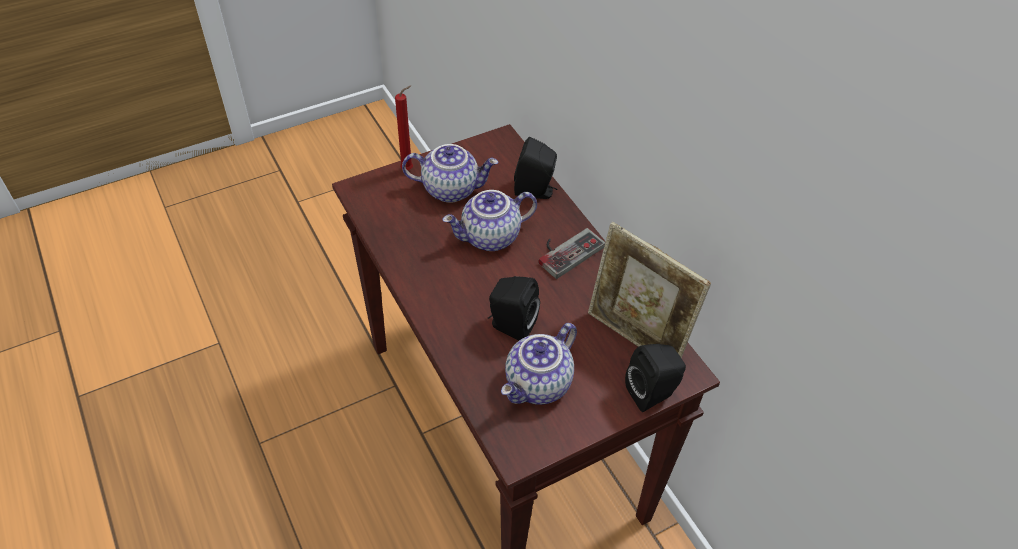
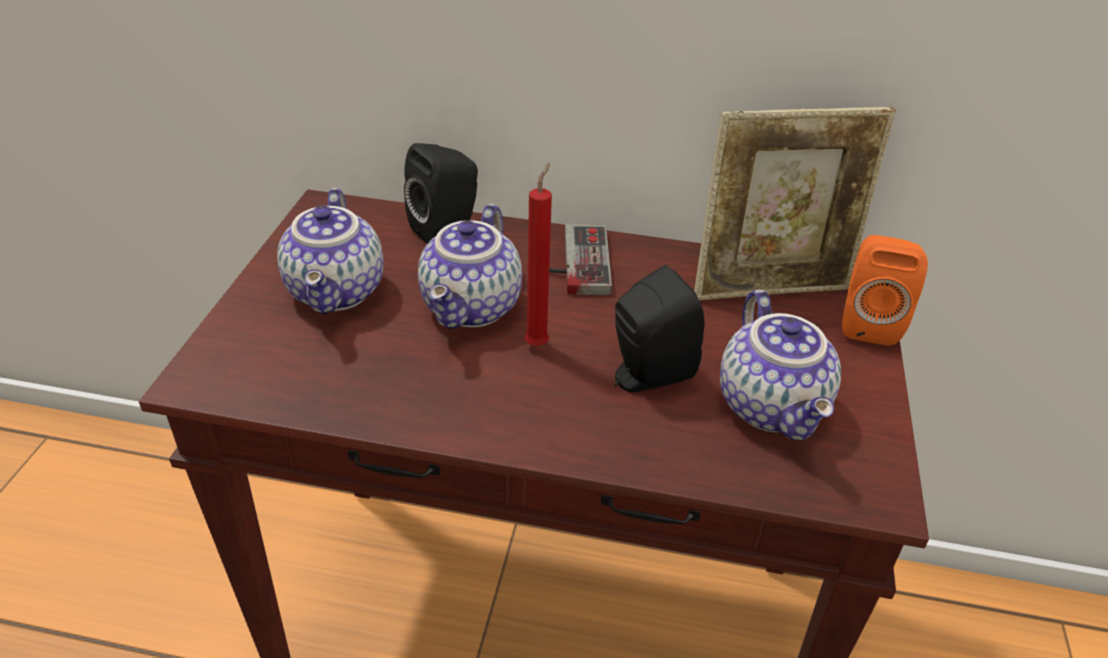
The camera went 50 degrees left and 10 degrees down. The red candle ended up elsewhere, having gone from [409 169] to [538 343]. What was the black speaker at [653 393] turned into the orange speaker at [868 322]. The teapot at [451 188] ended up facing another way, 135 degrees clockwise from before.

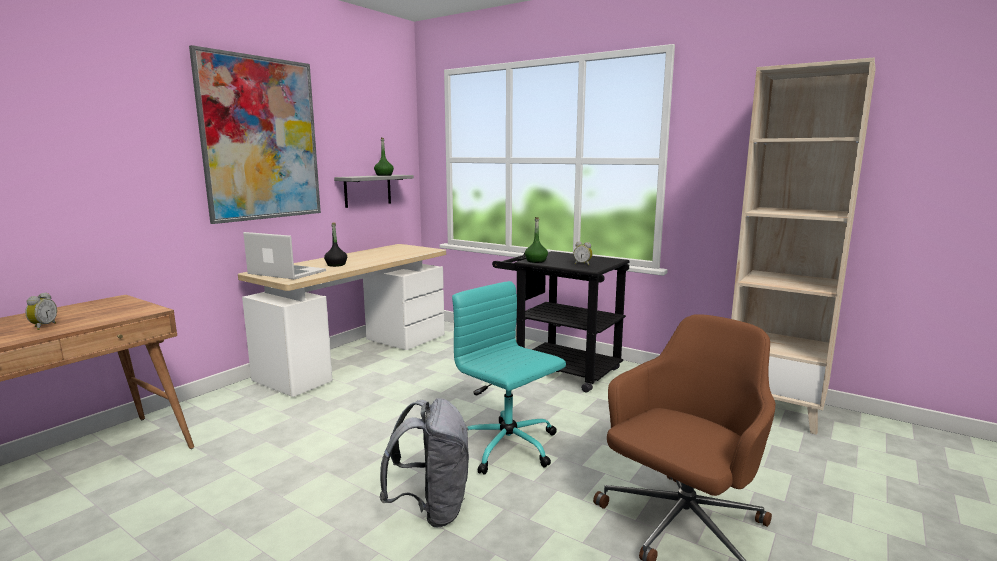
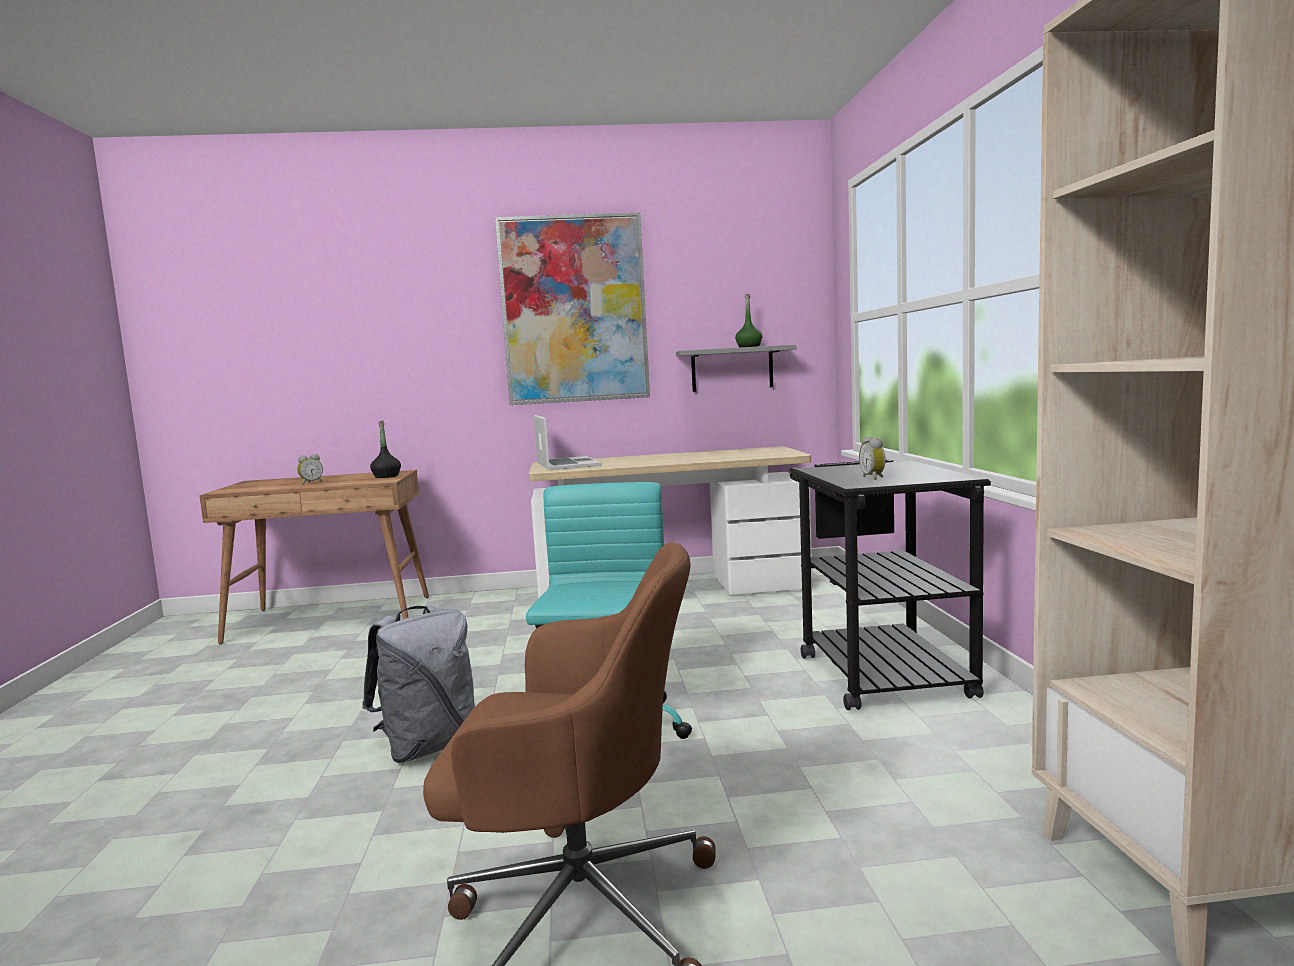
The camera went 50 degrees right and 5 degrees down. The second view lost the green bottle at [536 261]. The black bottle ended up elsewhere, having gone from [336 265] to [386 476].

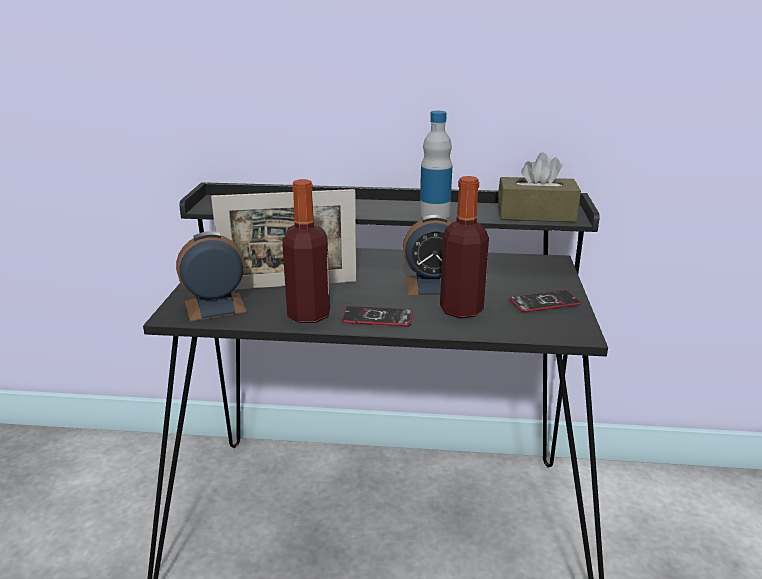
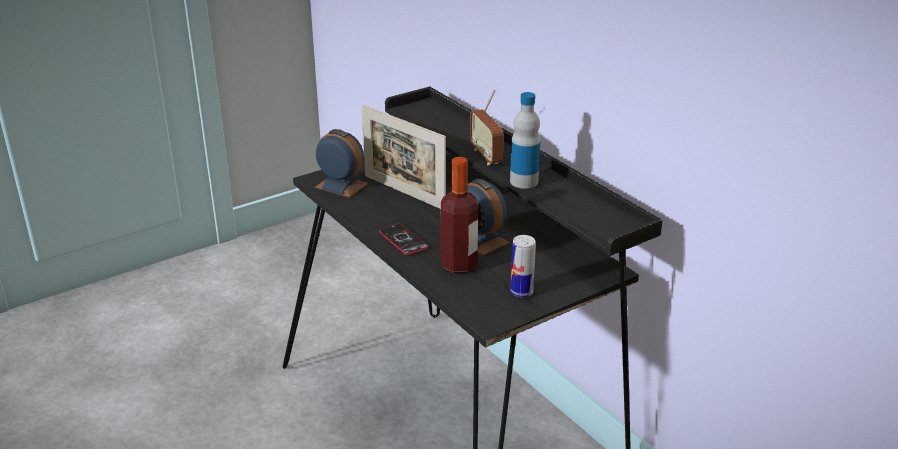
The camera went 50 degrees right and 5 degrees up. The second view lost the bottle at [309 315]. The second view lost the brown tissue box at [536 214]. The second view gained the radio at [486 156]. Where the phone stood at [544 302], the can came to stand at [521 292].

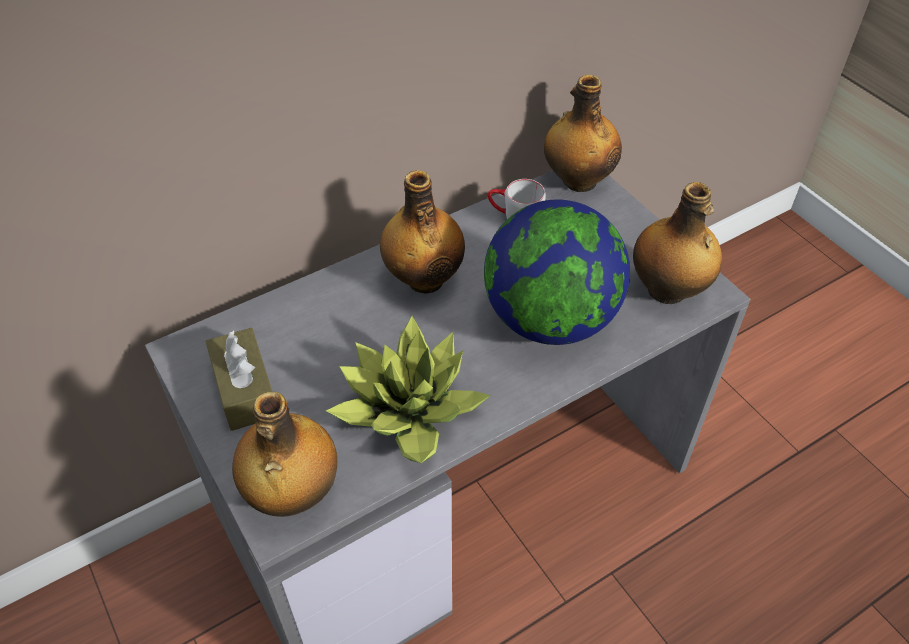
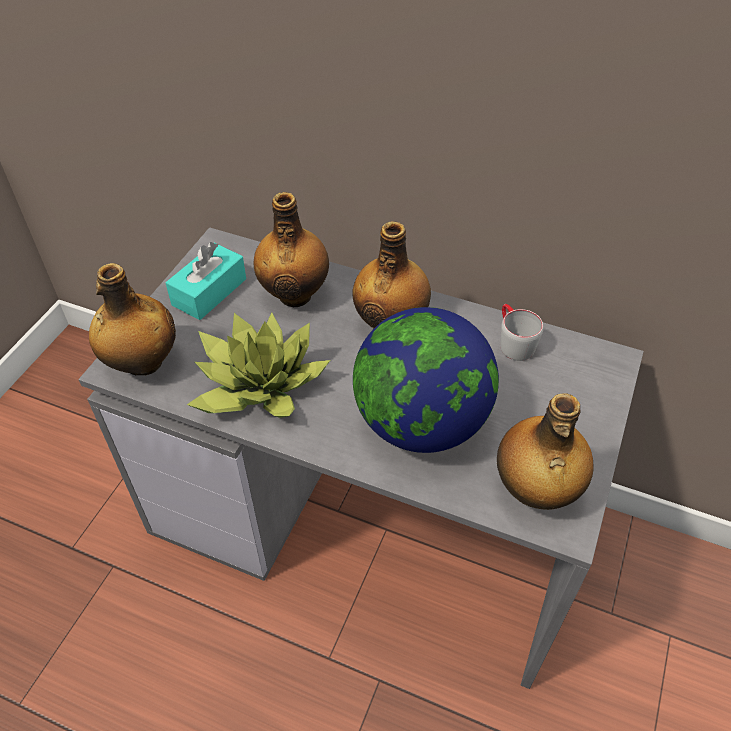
The camera went 55 degrees right and 0 degrees up. The bottle ended up elsewhere, having gone from [577 180] to [295 294]. What was the brown tissue box at [245 389] turned into the turquoise tissue box at [209 292].

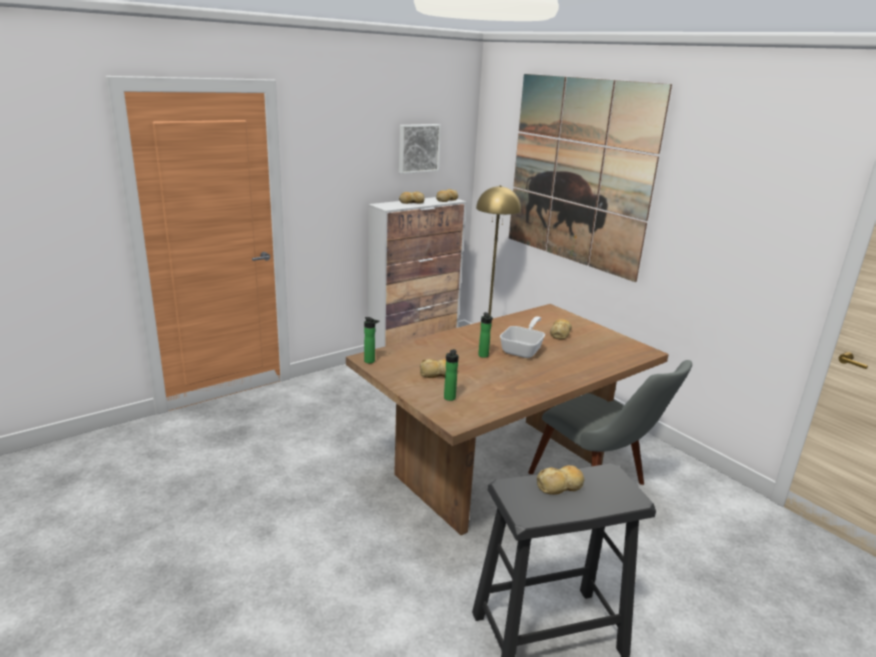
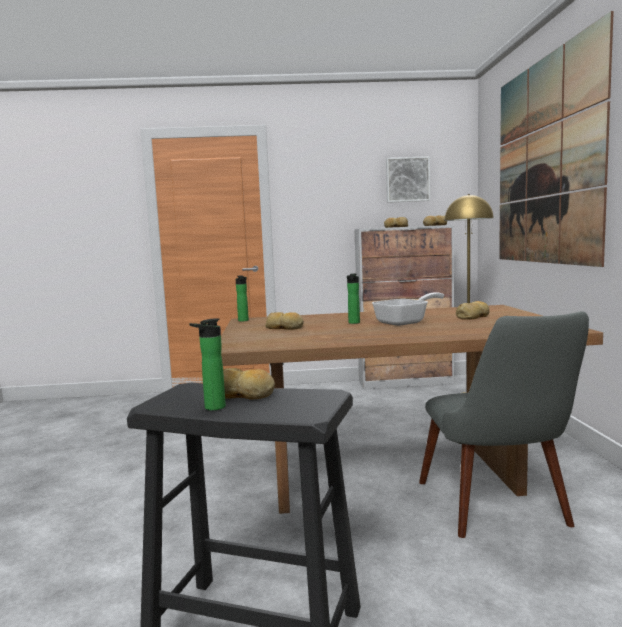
The camera went 35 degrees right and 15 degrees down. The bottle ended up elsewhere, having gone from [449 399] to [212 408].

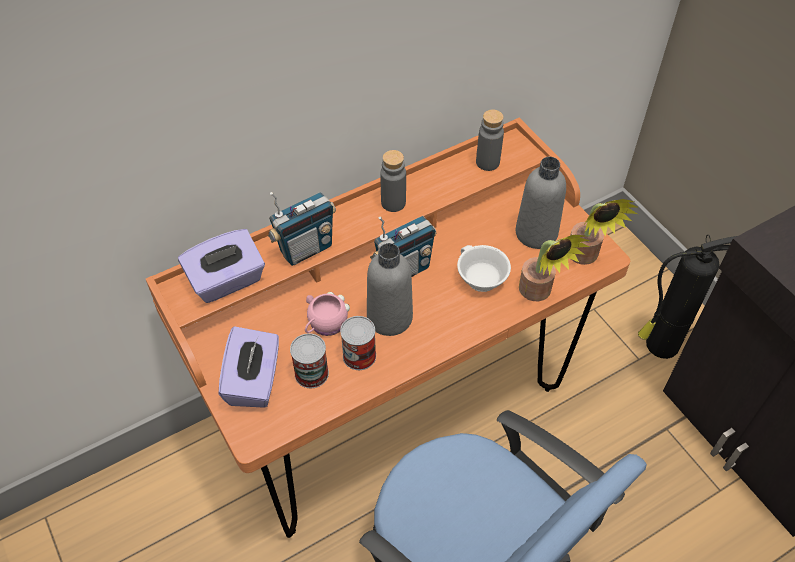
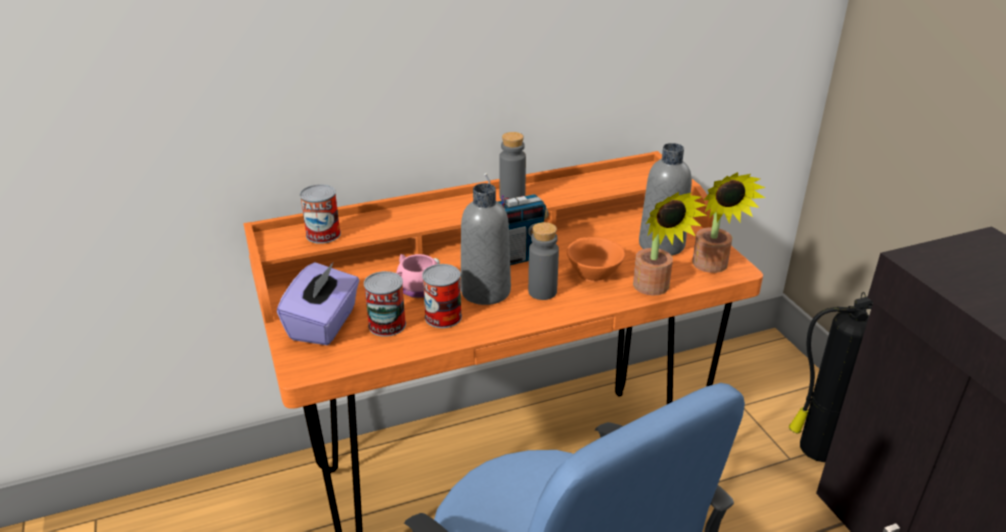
The camera went 10 degrees right and 20 degrees down. The second view lost the radio at [305 249]. The grey bottle ended up elsewhere, having gone from [487 162] to [542 292]. Where the purple tissue box stood at [227 281], the can came to stand at [323 234]. What was the white cup at [479 279] turned into the orange cup at [591 272].

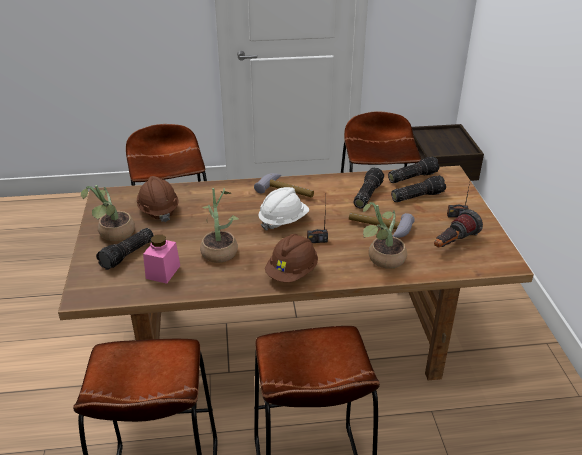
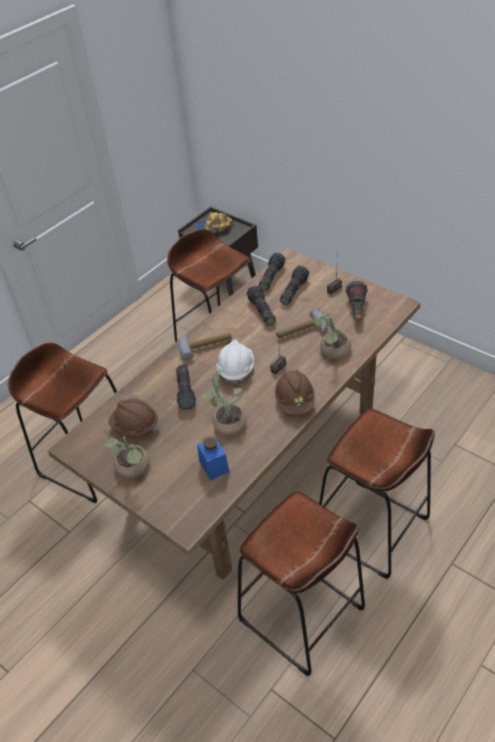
The camera went 40 degrees left and 10 degrees up. The second view gained the cap at [214 227]. The flashlight ended up elsewhere, having gone from [128 255] to [186 391]. What was the pink jar at [163 272] turned into the blue jar at [214 466].

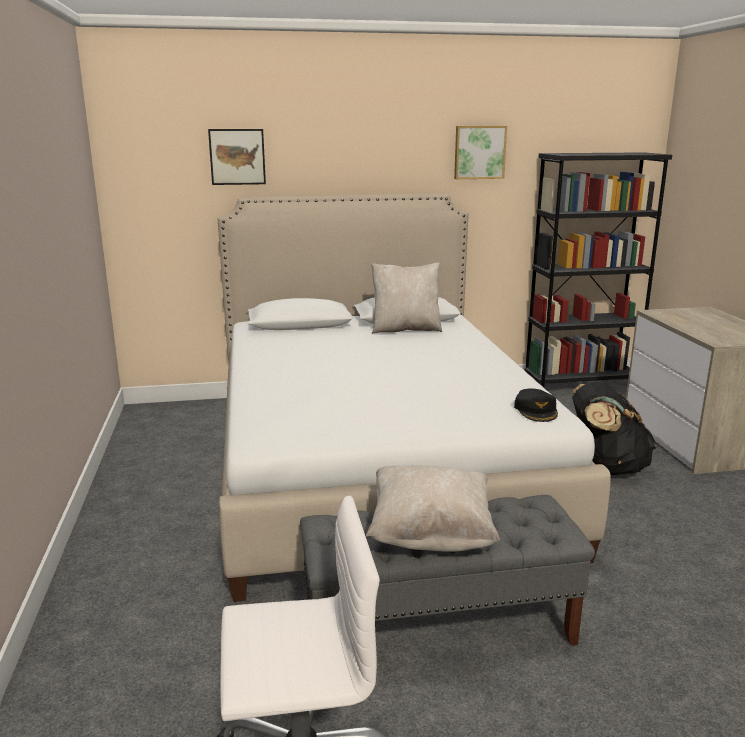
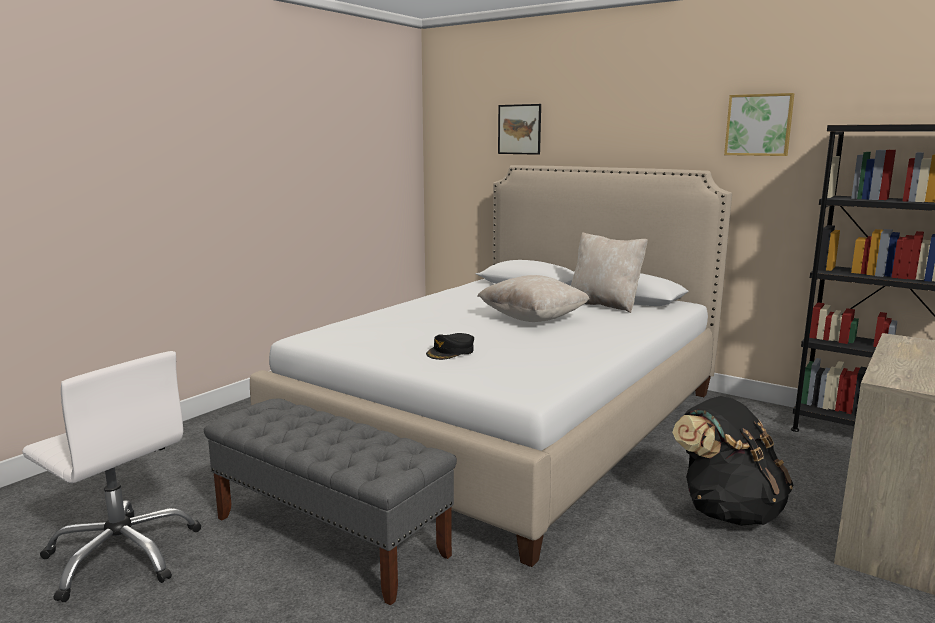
The camera went 45 degrees right and 5 degrees down. The beige pillow ended up elsewhere, having gone from [431 535] to [533 319]. The black cap ended up elsewhere, having gone from [536 410] to [451 352].

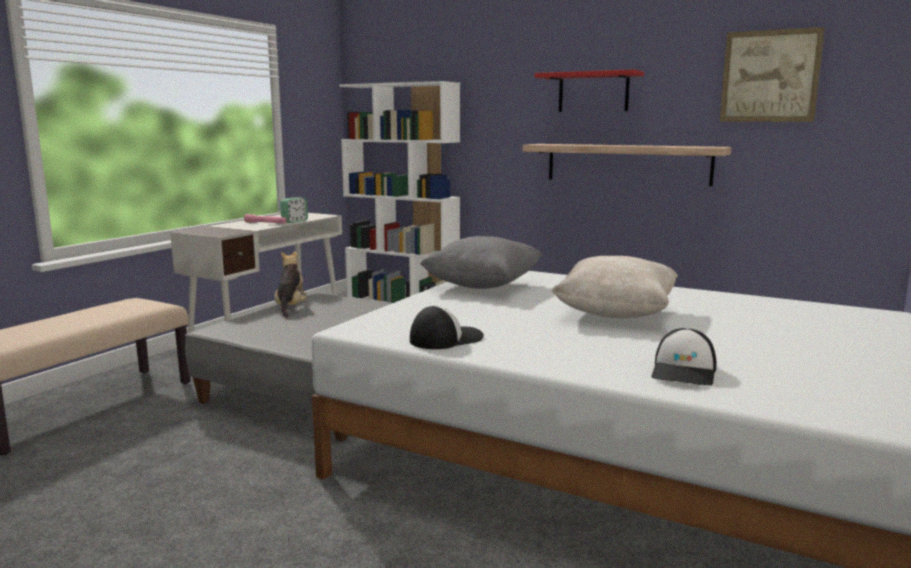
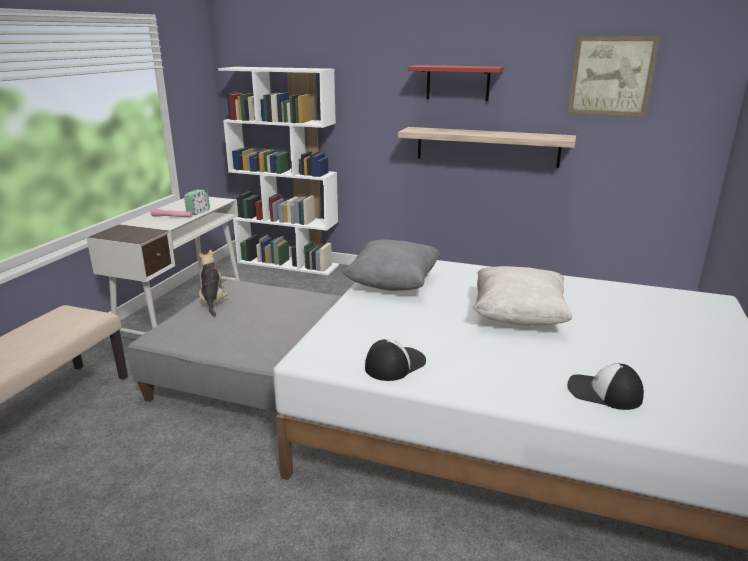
The camera went 10 degrees left and 10 degrees up. The cap at [684 372] ended up facing another way, 105 degrees clockwise from before.

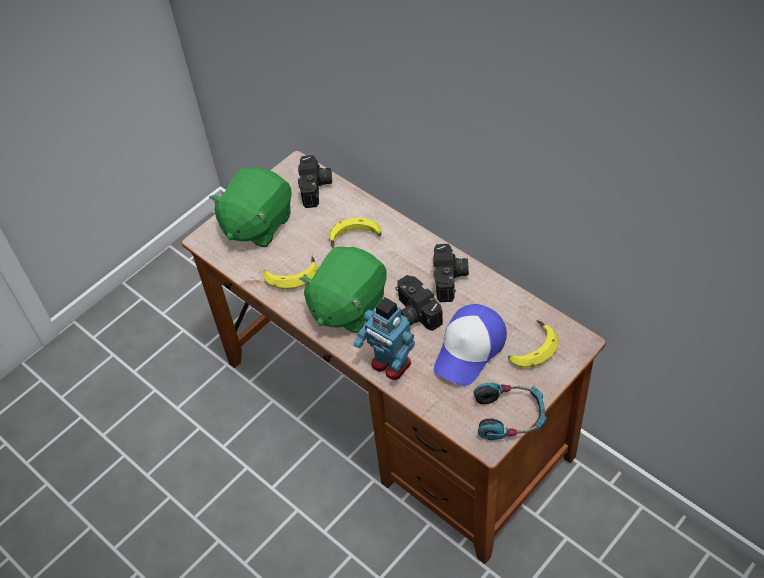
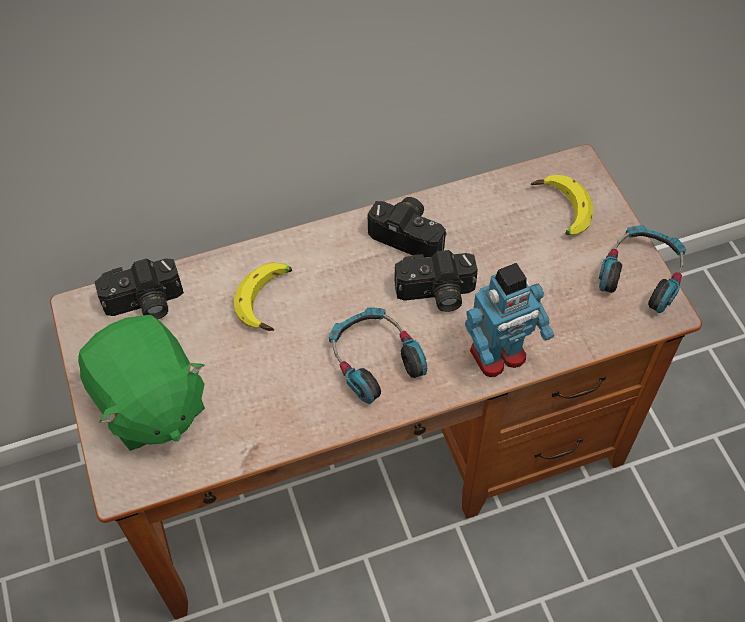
The camera went 65 degrees left and 5 degrees up. The second view lost the banana at [291 275]. The second view lost the cap at [470 350]. Where the green plush toy stood at [347 306], the headphones came to stand at [375 360]. The photo camera at [316 188] ended up facing another way, 135 degrees clockwise from before.

